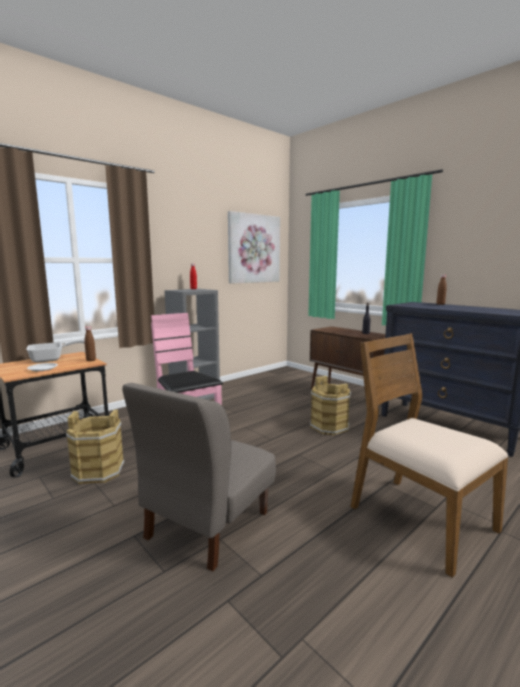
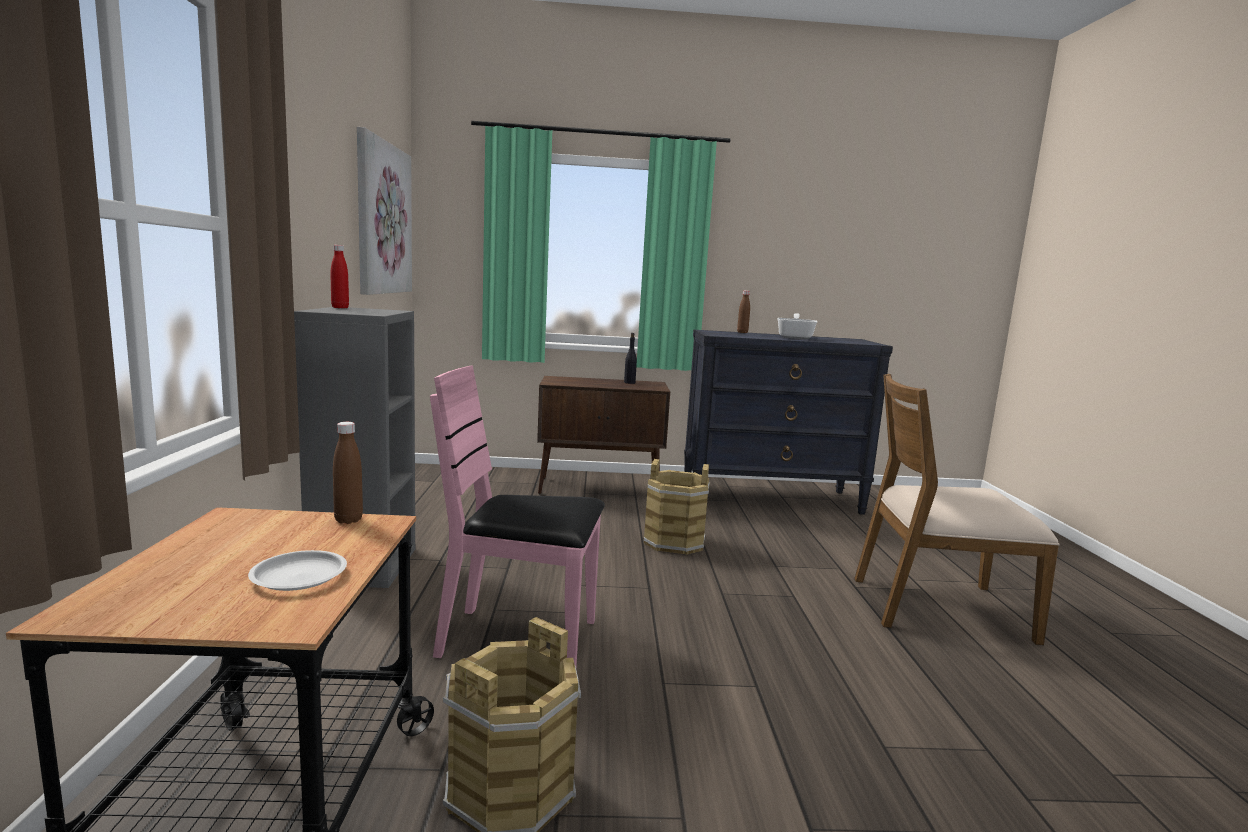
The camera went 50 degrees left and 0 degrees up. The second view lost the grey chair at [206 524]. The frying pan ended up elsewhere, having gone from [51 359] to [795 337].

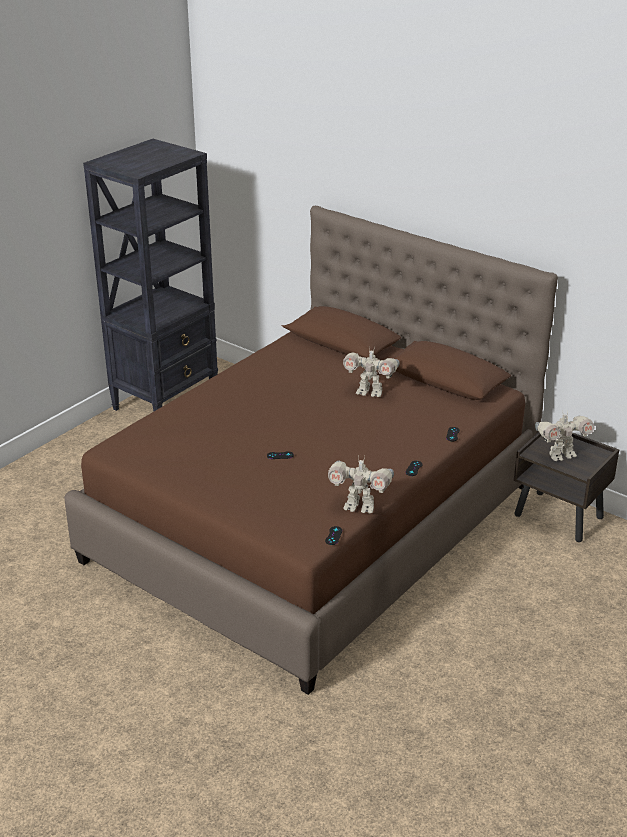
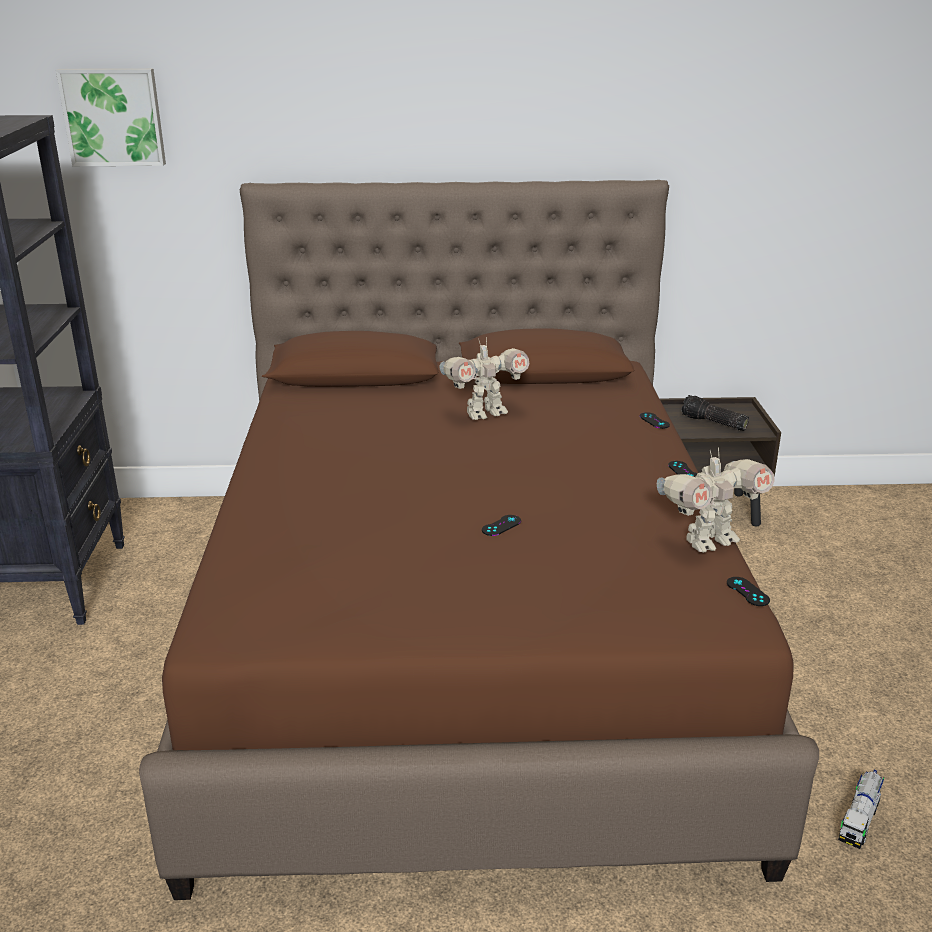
The camera went 40 degrees left and 5 degrees down. The second view gained the picture at [113 117]. The second view gained the toy truck at [859 820]. Where the toy robot stood at [561 455], the flashlight came to stand at [713 423].

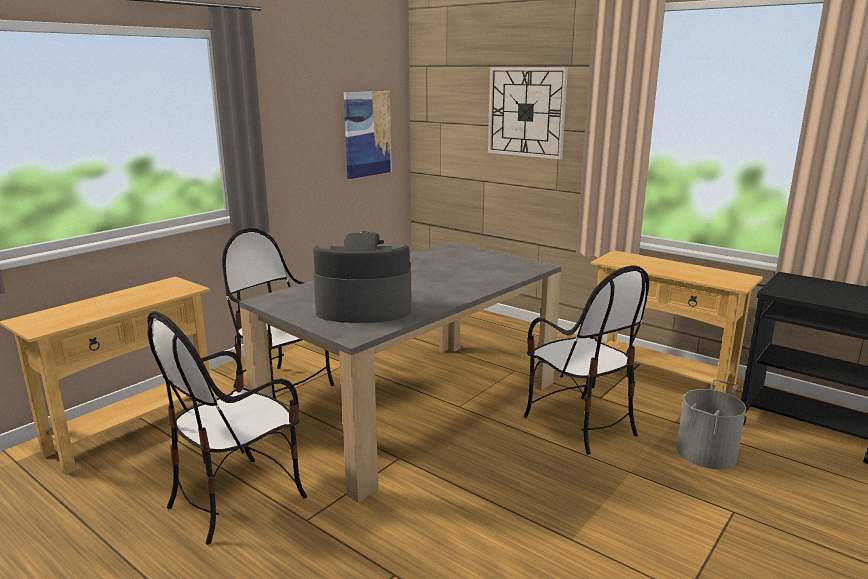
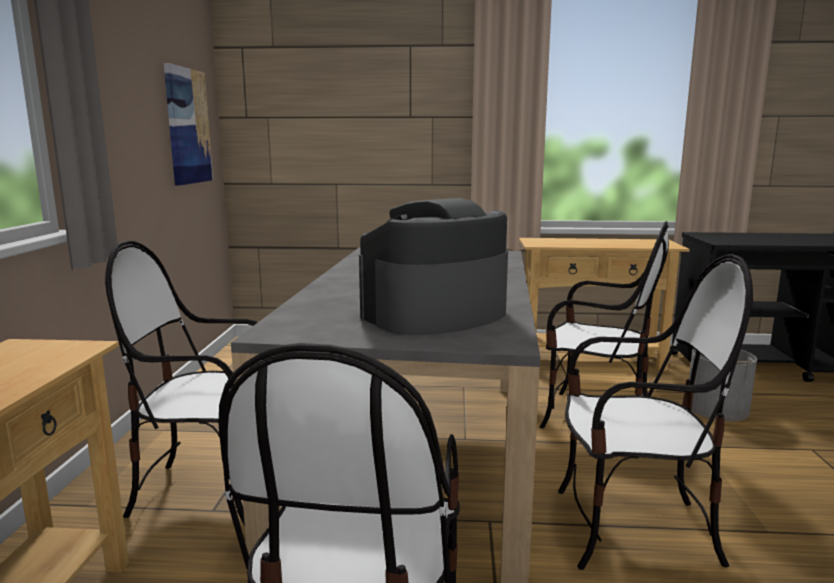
The camera went 35 degrees left and 5 degrees down. The second view lost the wall clock at [526 112]. The second view gained the chair at [633 530].

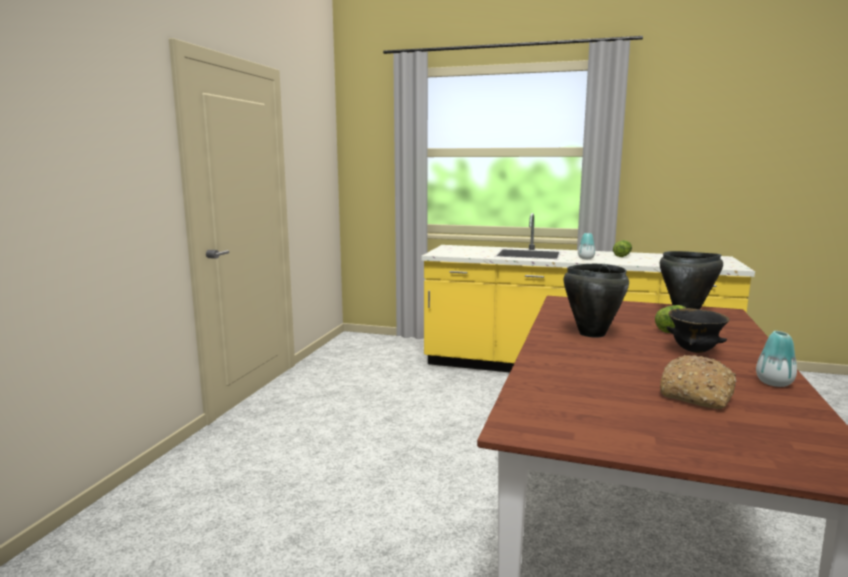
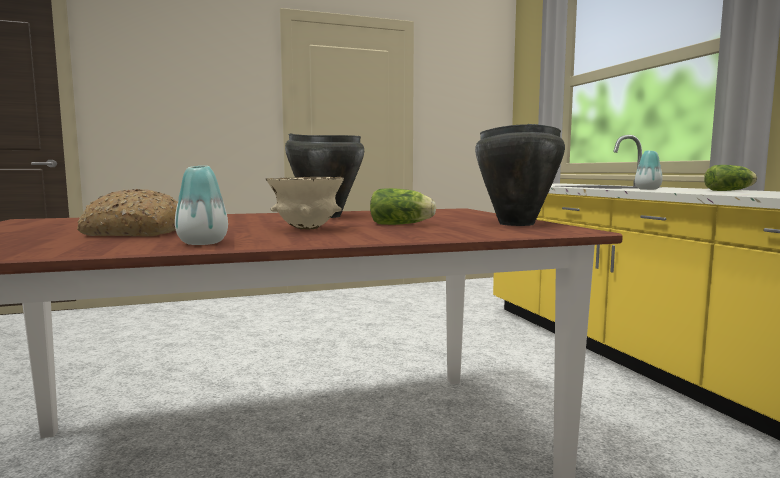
The camera went 55 degrees right and 5 degrees down. What was the black bowl at [693 351] turned into the beige bowl at [307 229].

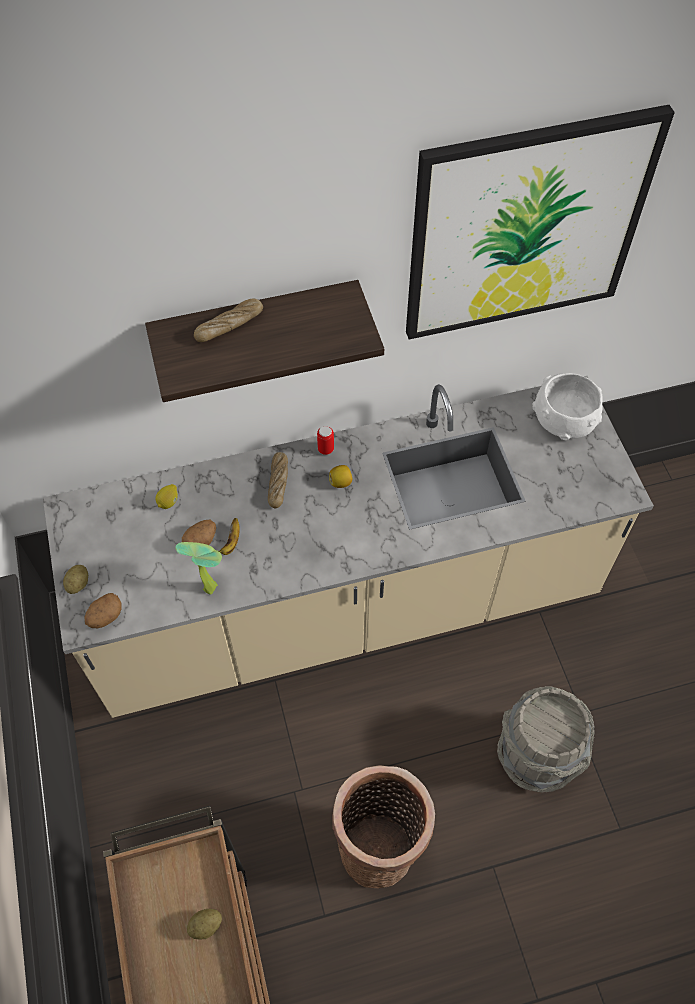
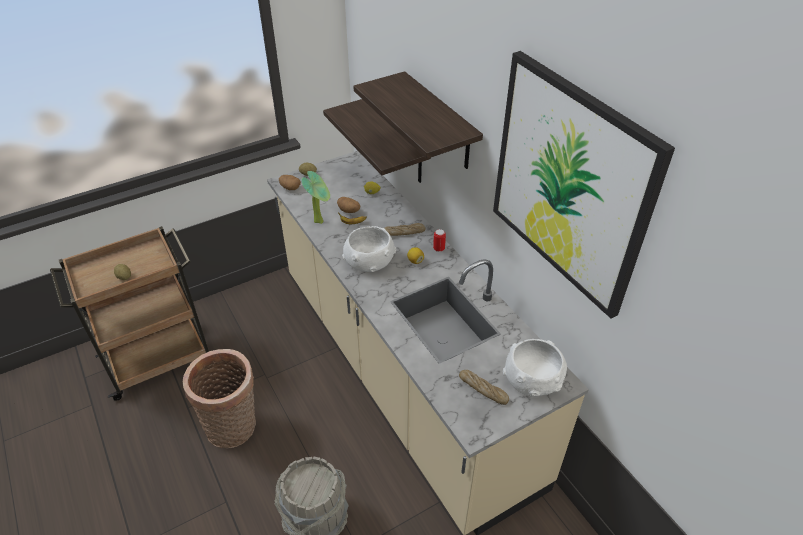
The camera went 75 degrees right and 15 degrees down. The second view gained the shelf at [398 142]. The second view gained the white bowl at [369 261]. The bread ended up elsewhere, having gone from [229 325] to [483 389].

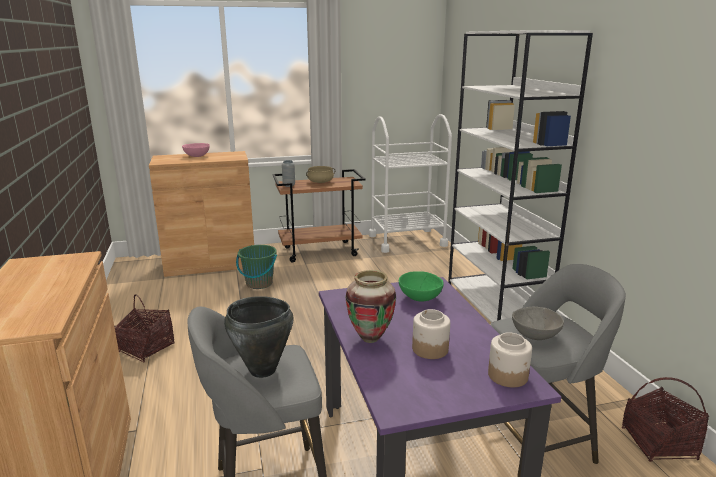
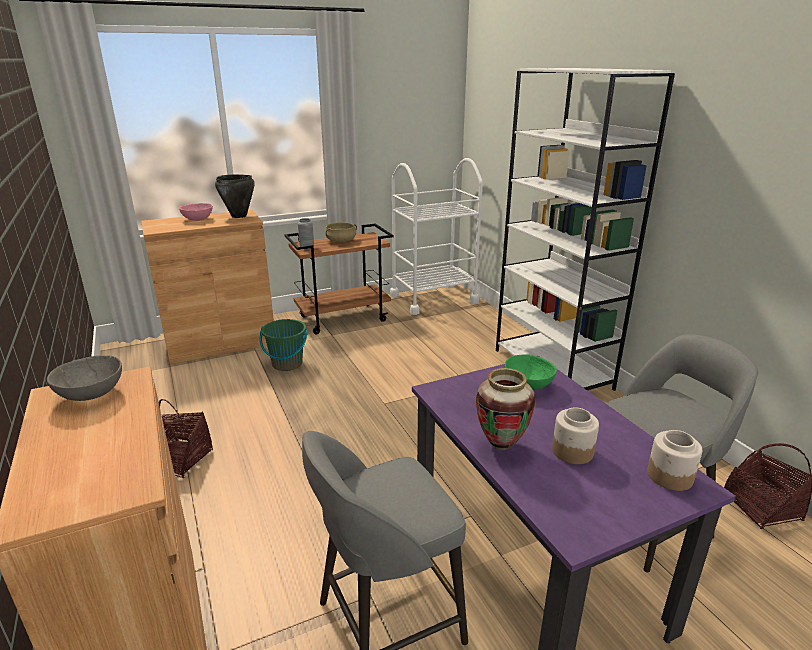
The camera went 10 degrees left and 5 degrees up. The black cooking pot ended up elsewhere, having gone from [263 370] to [239 216]. The grey bowl ended up elsewhere, having gone from [535 336] to [90 394].

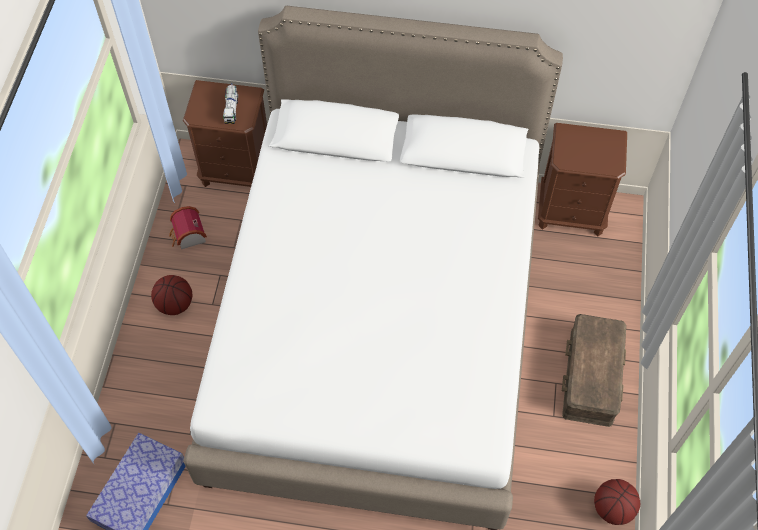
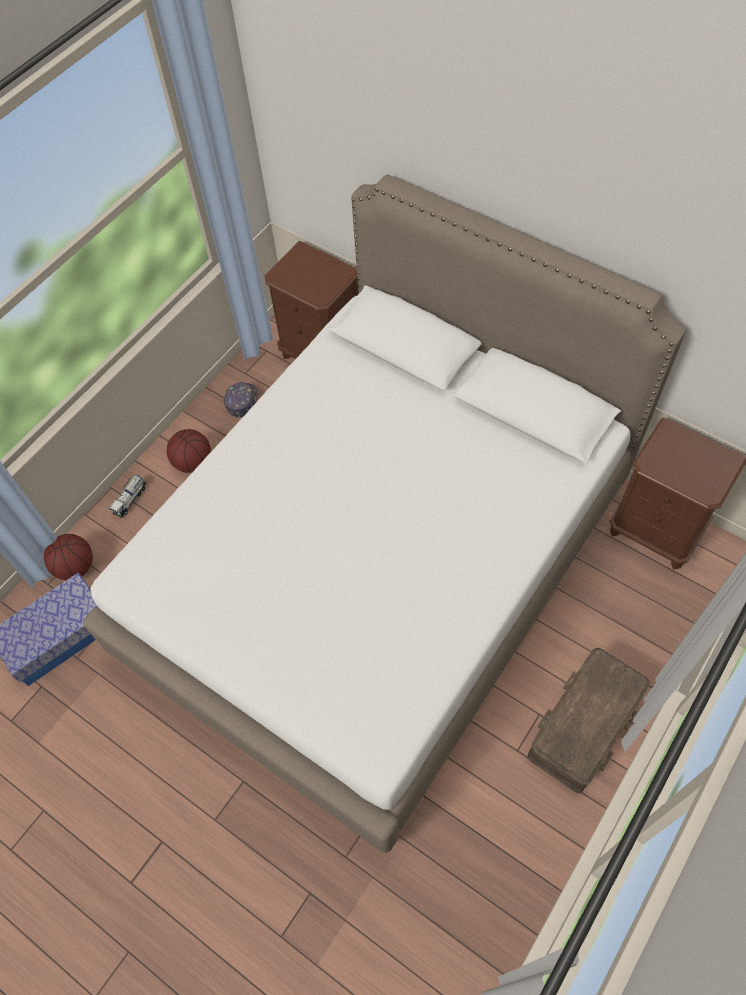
The camera went 30 degrees right and 0 degrees up. The toy truck ended up elsewhere, having gone from [231 109] to [130 500]. The basketball ended up elsewhere, having gone from [613 508] to [76 567]. Where the toy house stood at [188 237], the cap came to stand at [241 401].

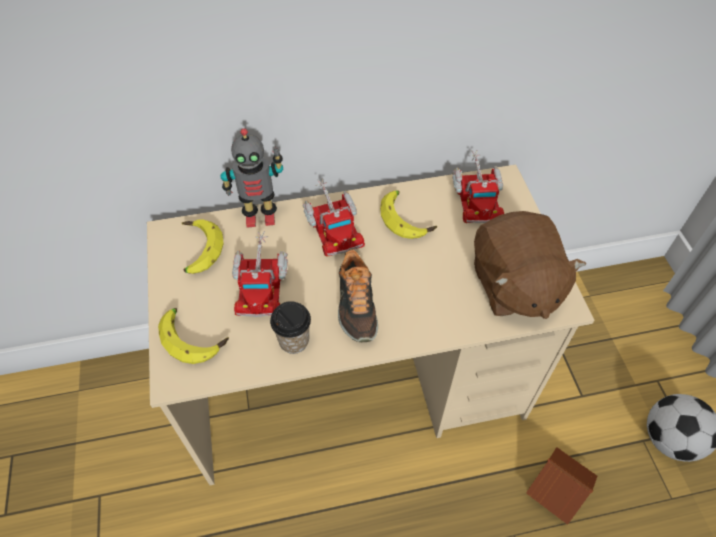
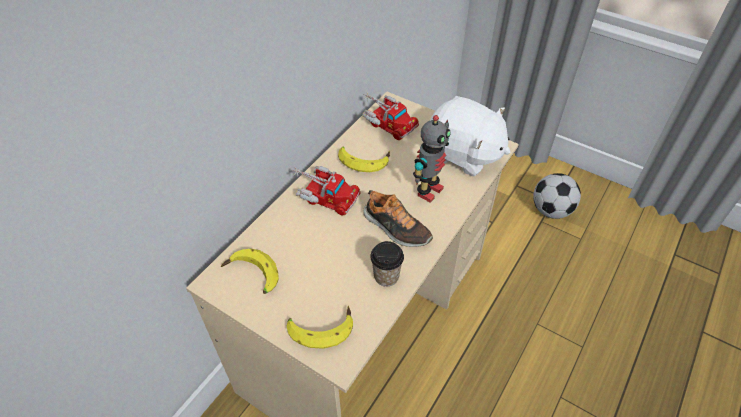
The camera went 45 degrees left and 5 degrees down. The second view lost the toy truck at [261 282]. The second view lost the toy house at [557 488]. The toy robot ended up elsewhere, having gone from [260 217] to [428 191]. What was the brown plush toy at [513 285] turned into the white plush toy at [463 155].

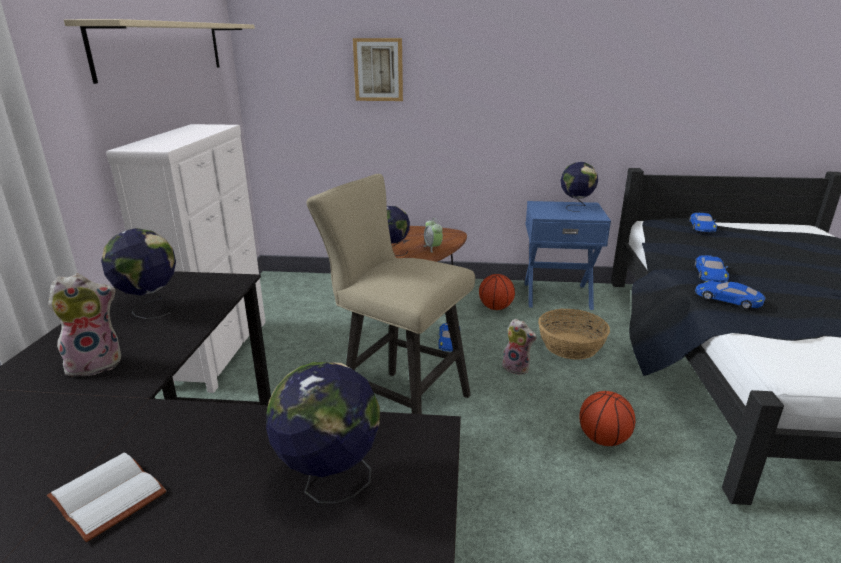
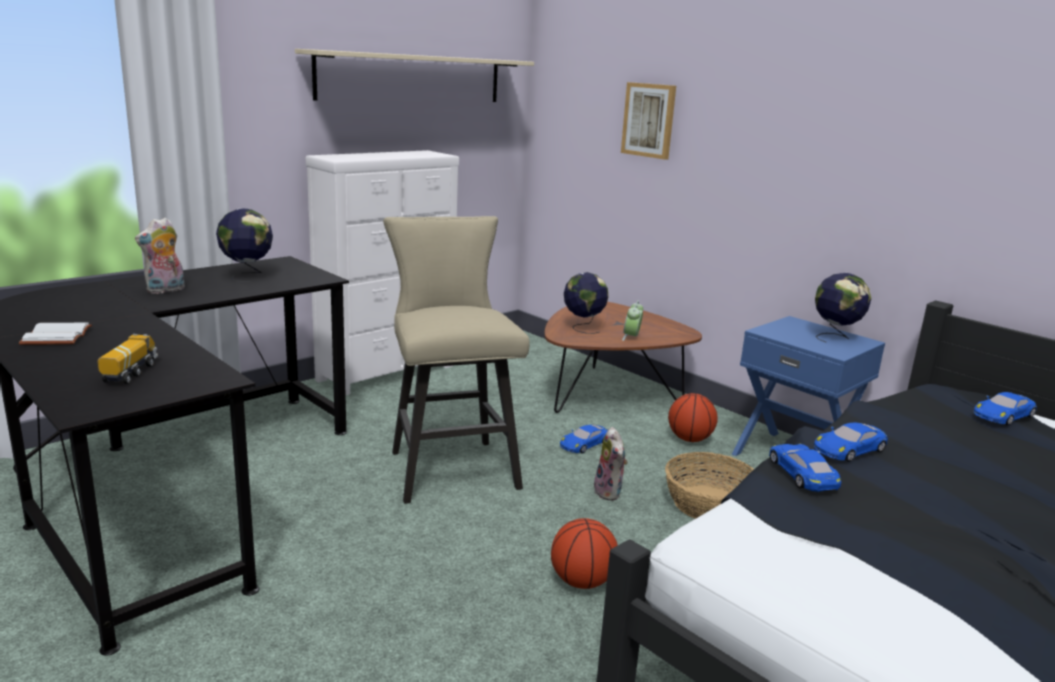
The camera went 40 degrees right and 5 degrees down. Where the globe stood at [329 483], the toy truck came to stand at [130 373]. The plush toy at [96 363] ended up facing another way, 120 degrees clockwise from before.

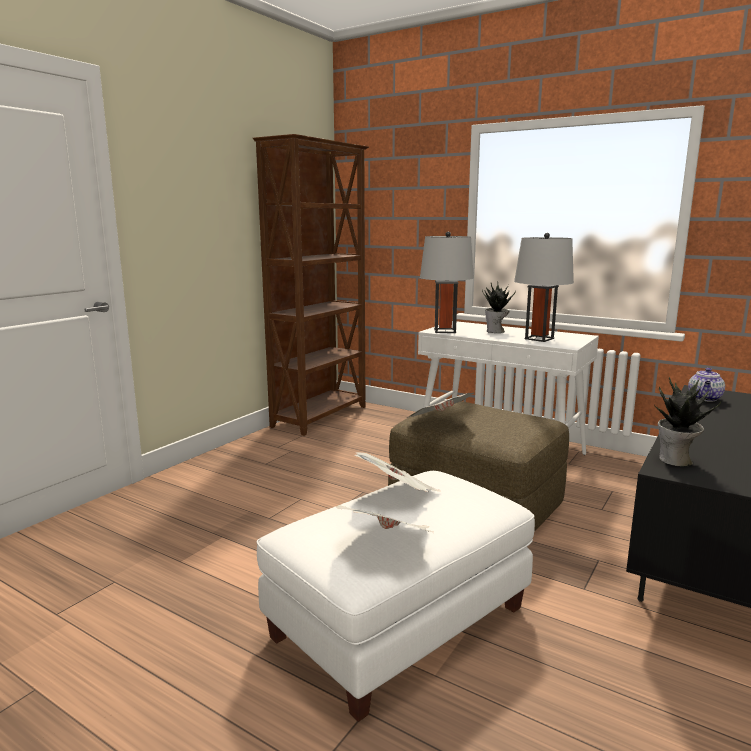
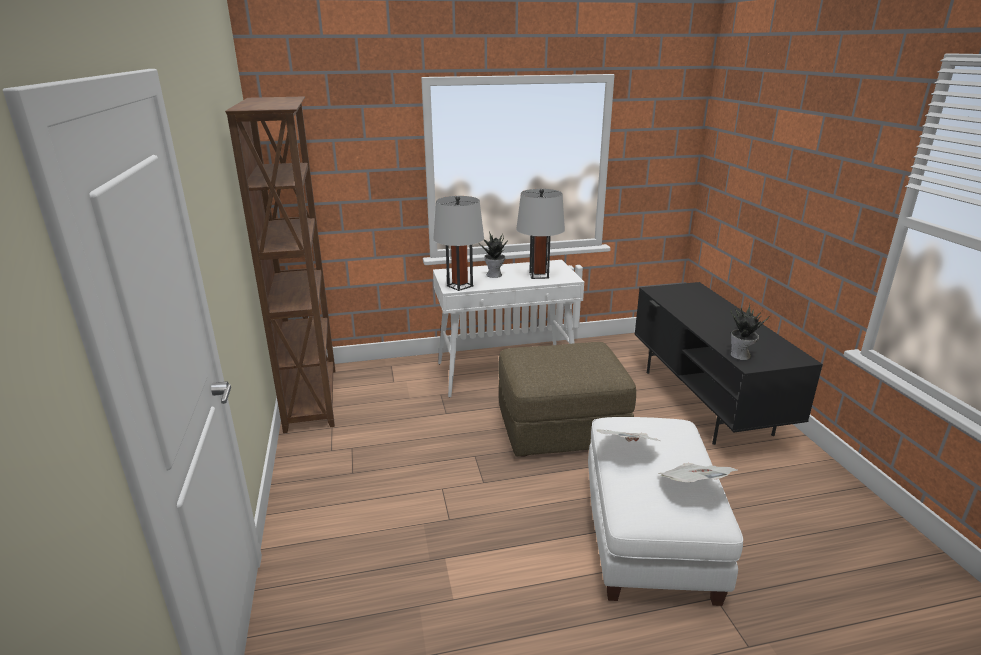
The camera went 45 degrees left and 10 degrees up. The second view lost the newspaper at [439 422]. The second view lost the teapot at [705 398].

